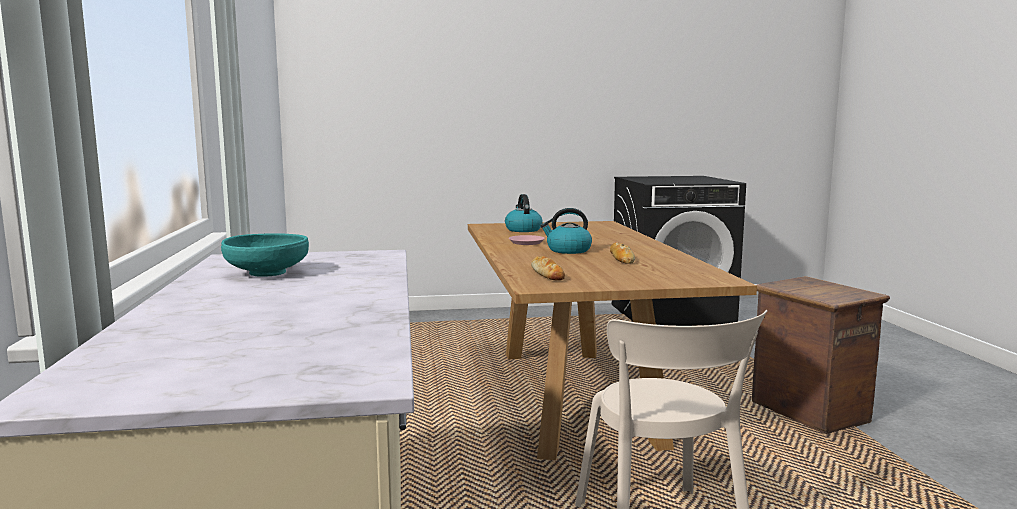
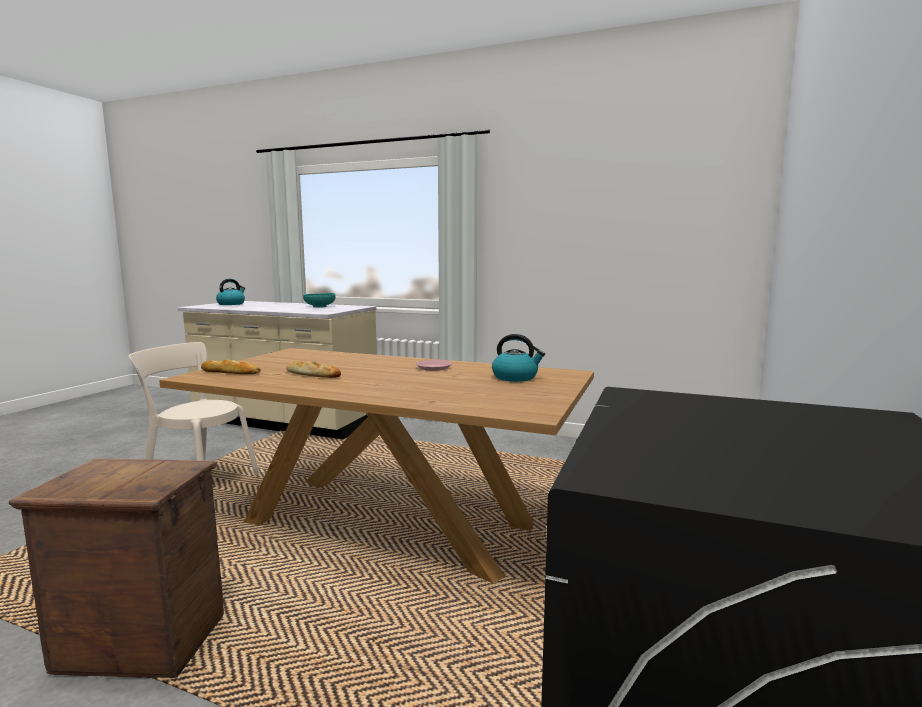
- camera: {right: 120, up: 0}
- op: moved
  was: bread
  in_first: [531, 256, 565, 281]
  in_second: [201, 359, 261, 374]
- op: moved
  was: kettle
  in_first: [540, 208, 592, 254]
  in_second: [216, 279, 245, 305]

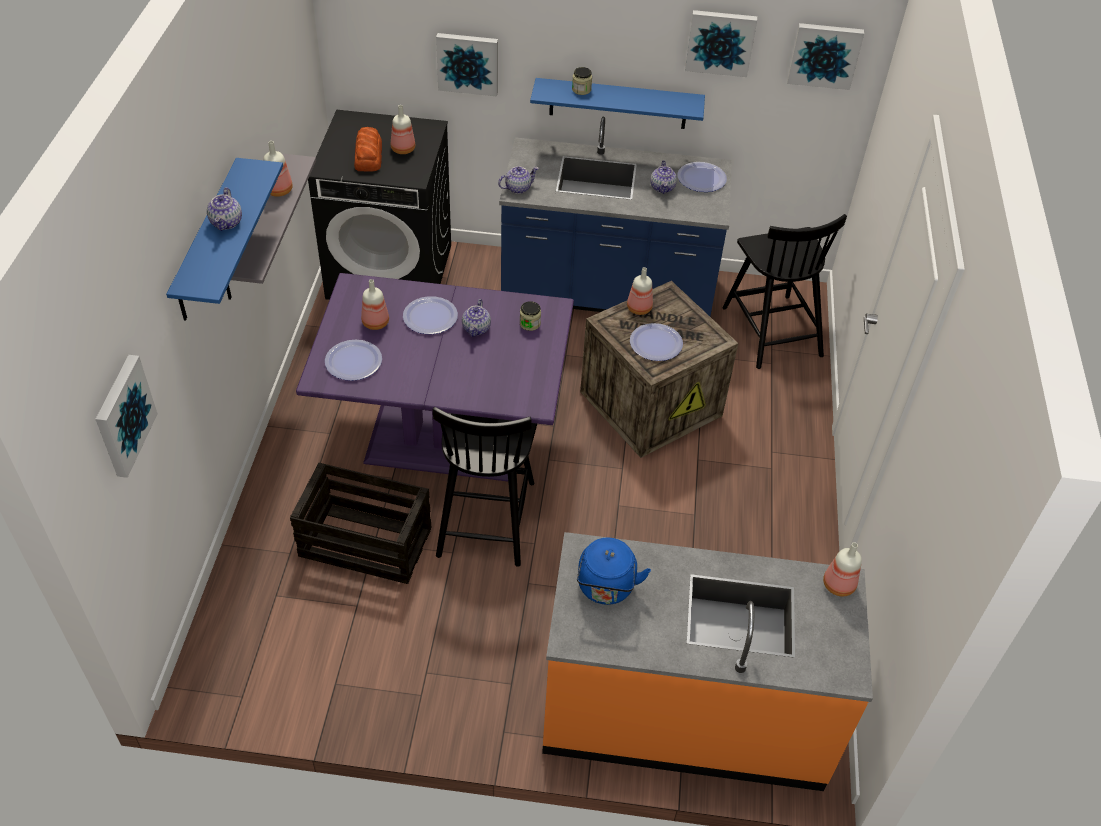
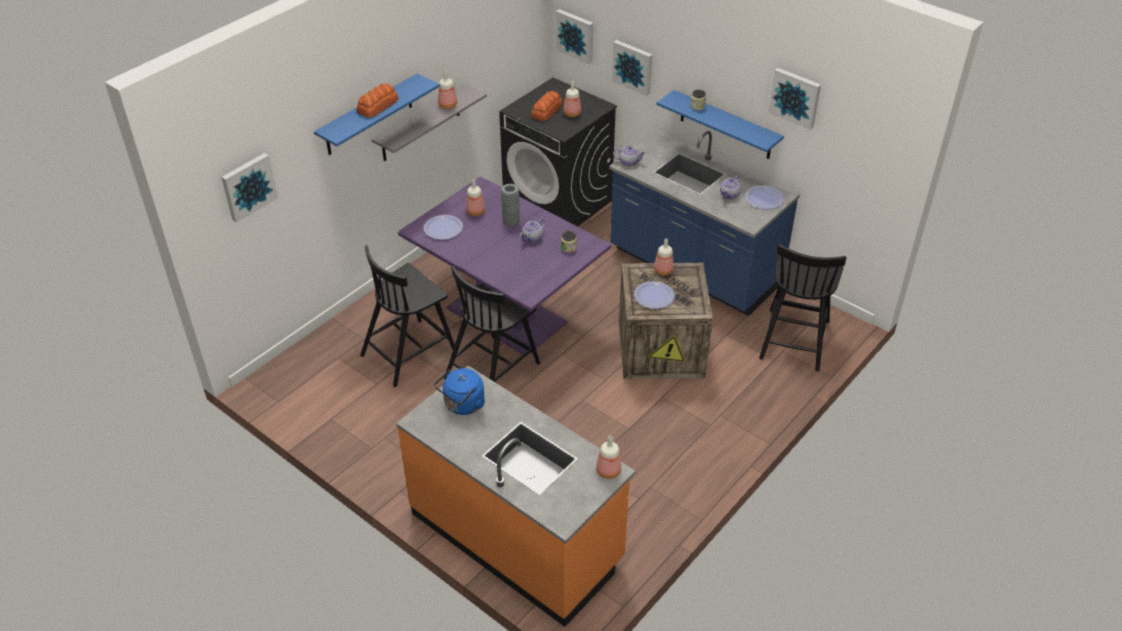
- camera: {right: 35, up: -5}
- op: replaced
  was: teapot
  now: bread
  in_first: [207, 188, 242, 231]
  in_second: [357, 83, 398, 117]
- op: replaced
  was: crate
  now: chair in black
  in_first: [290, 463, 431, 584]
  in_second: [360, 245, 455, 387]
- op: replaced
  was: plate
  now: vase in grey
  in_first: [403, 296, 458, 334]
  in_second: [501, 184, 520, 226]
- op: moved
  was: picture
  in_first: [787, 23, 864, 90]
  in_second: [556, 9, 593, 64]

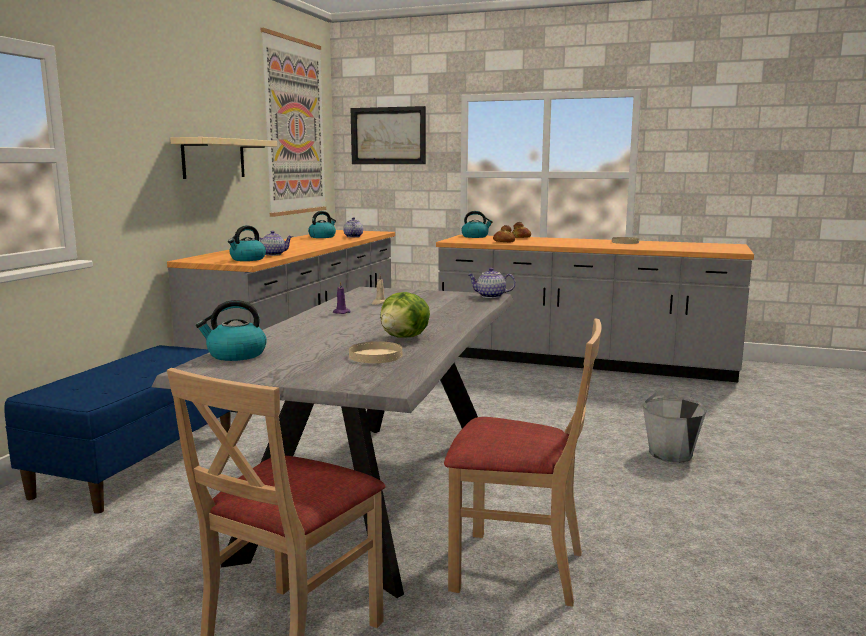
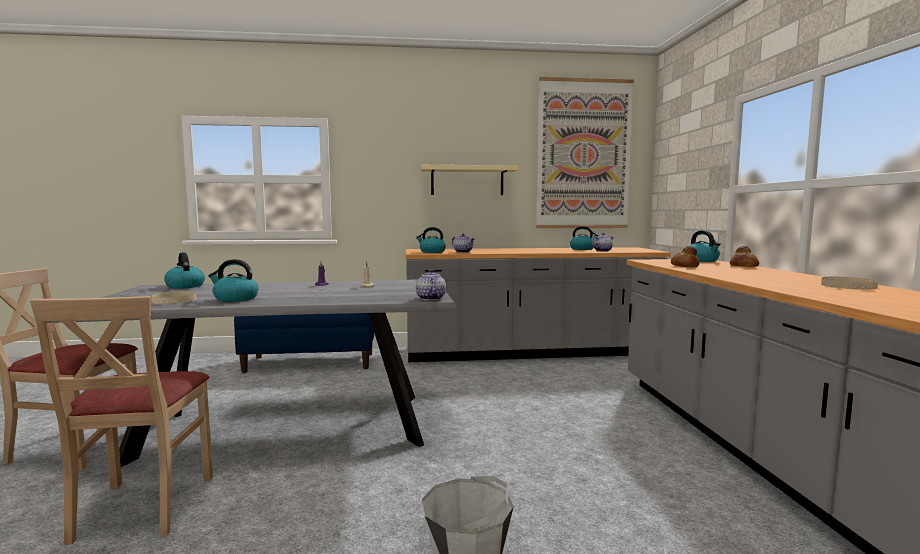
- camera: {right: 65, up: -5}
- op: removed
  was: picture
  in_first: [351, 106, 426, 164]
- op: replaced
  was: lettuce
  now: kettle
  in_first: [380, 292, 430, 338]
  in_second: [208, 259, 259, 302]

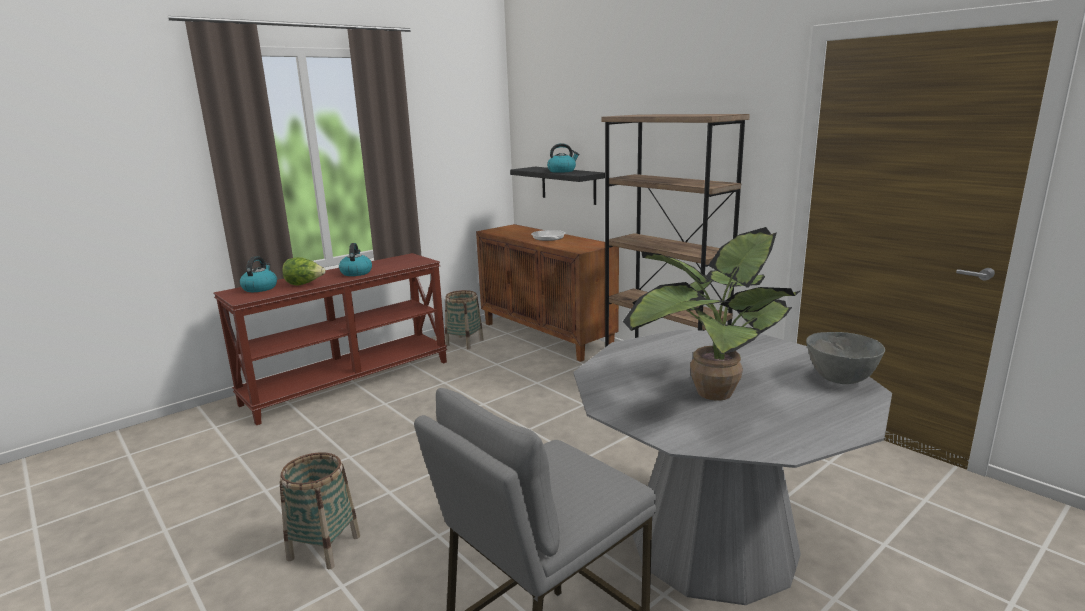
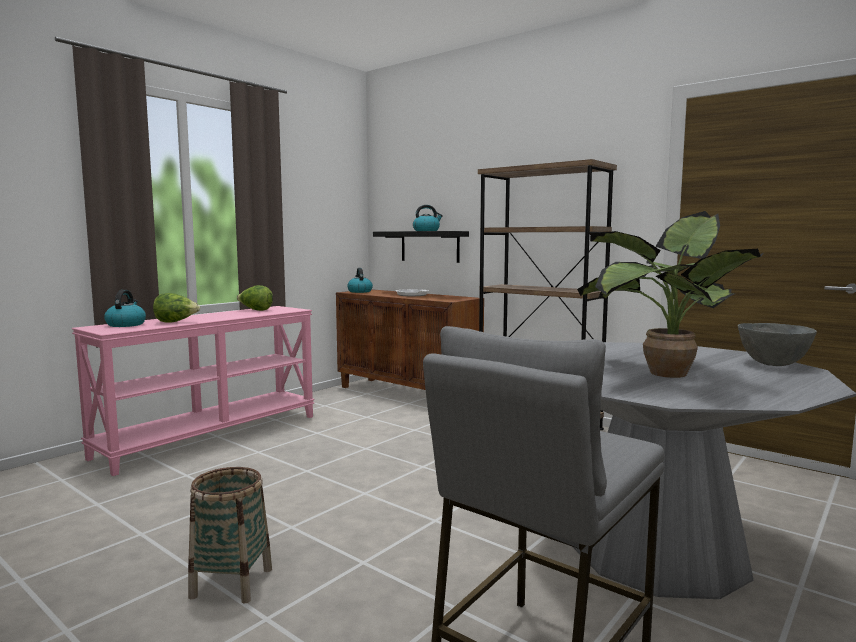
- camera: {right: -10, up: -10}
- op: recoloured
  was: console table in brown
  now: console table in pink
  in_first: [213, 253, 447, 425]
  in_second: [72, 306, 314, 476]
- op: moved
  was: kettle
  in_first: [339, 243, 372, 276]
  in_second: [347, 268, 373, 293]
- op: removed
  was: basket
  in_first: [445, 290, 484, 349]
- op: added
  now: lettuce
  in_second: [237, 285, 273, 311]

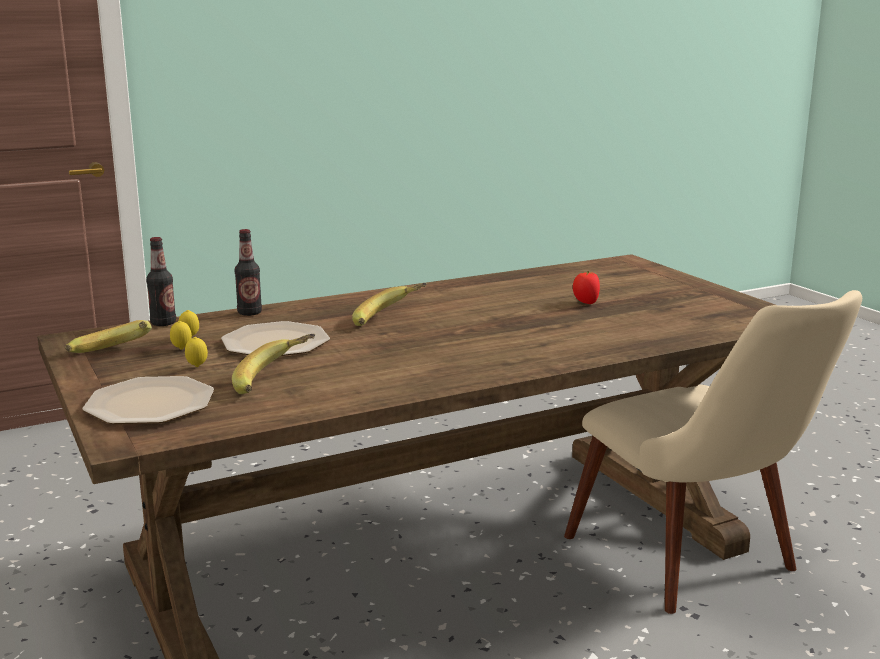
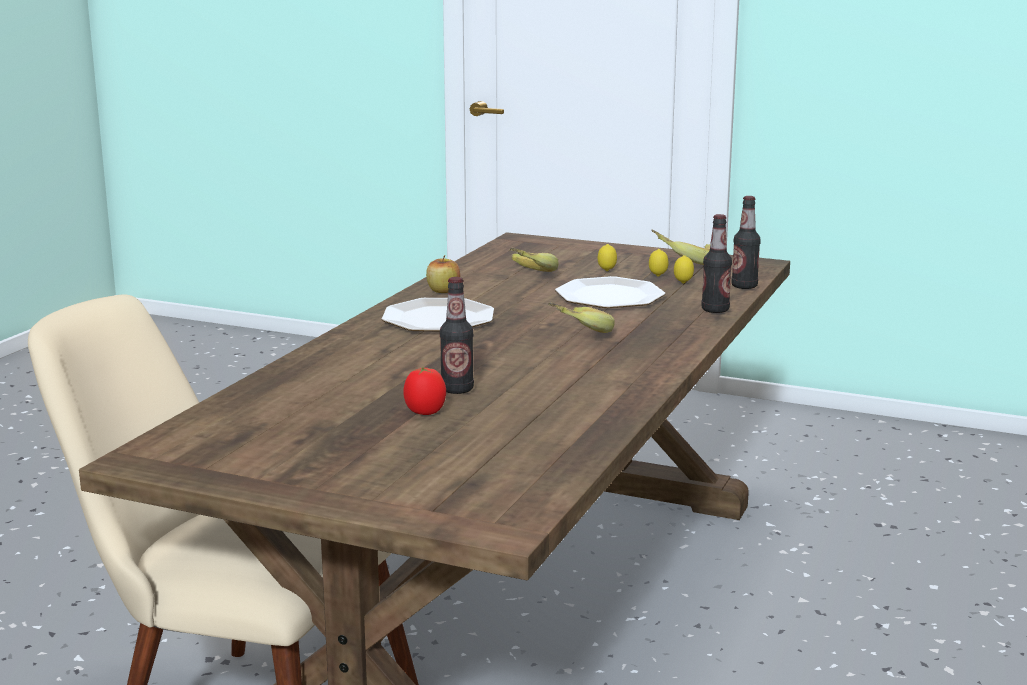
- camera: {right: 140, up: 0}
- op: moved
  was: plate
  in_first: [82, 376, 214, 424]
  in_second: [382, 298, 494, 331]
- op: added
  now: apple
  in_second: [426, 255, 460, 293]
- op: added
  now: bottle
  in_second: [440, 277, 474, 394]

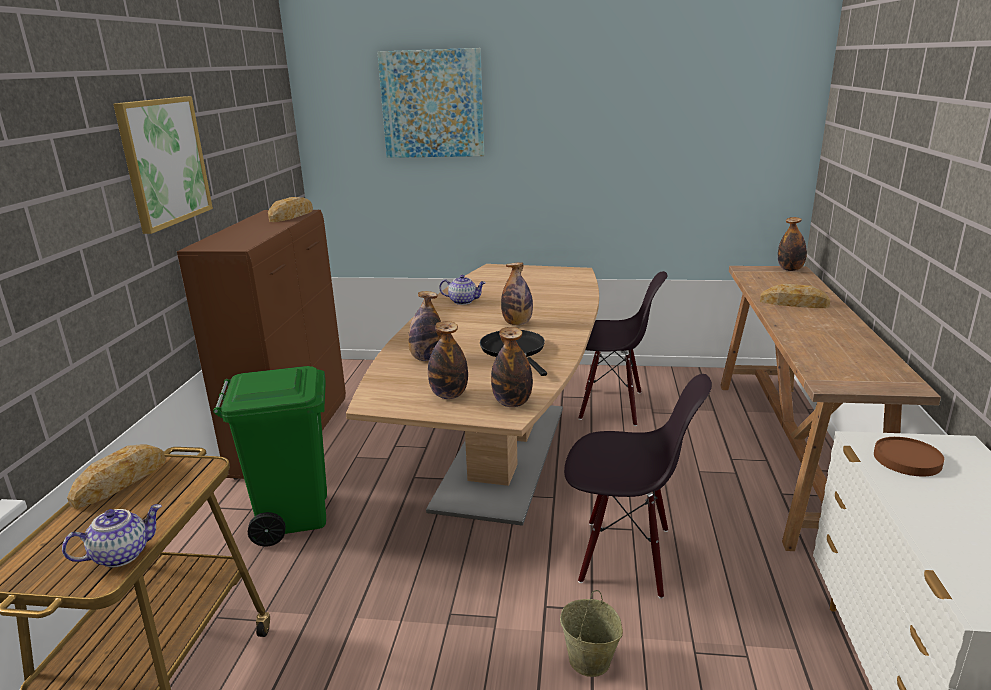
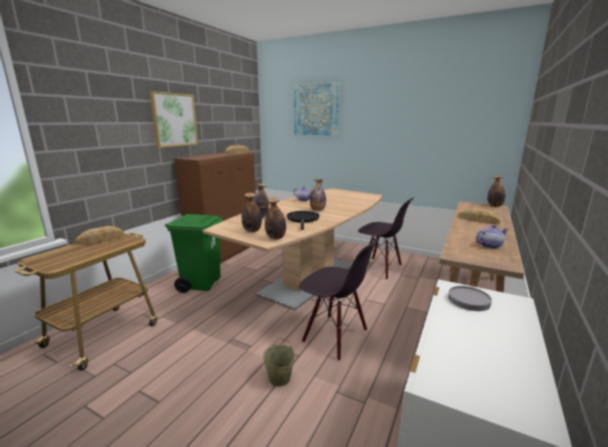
- camera: {right: 20, up: -5}
- op: moved
  was: teapot
  in_first: [62, 504, 162, 567]
  in_second: [476, 225, 508, 249]
- op: recoloured
  was: plate in brown
  now: plate in grey
  in_first: [874, 437, 944, 477]
  in_second: [448, 286, 492, 311]

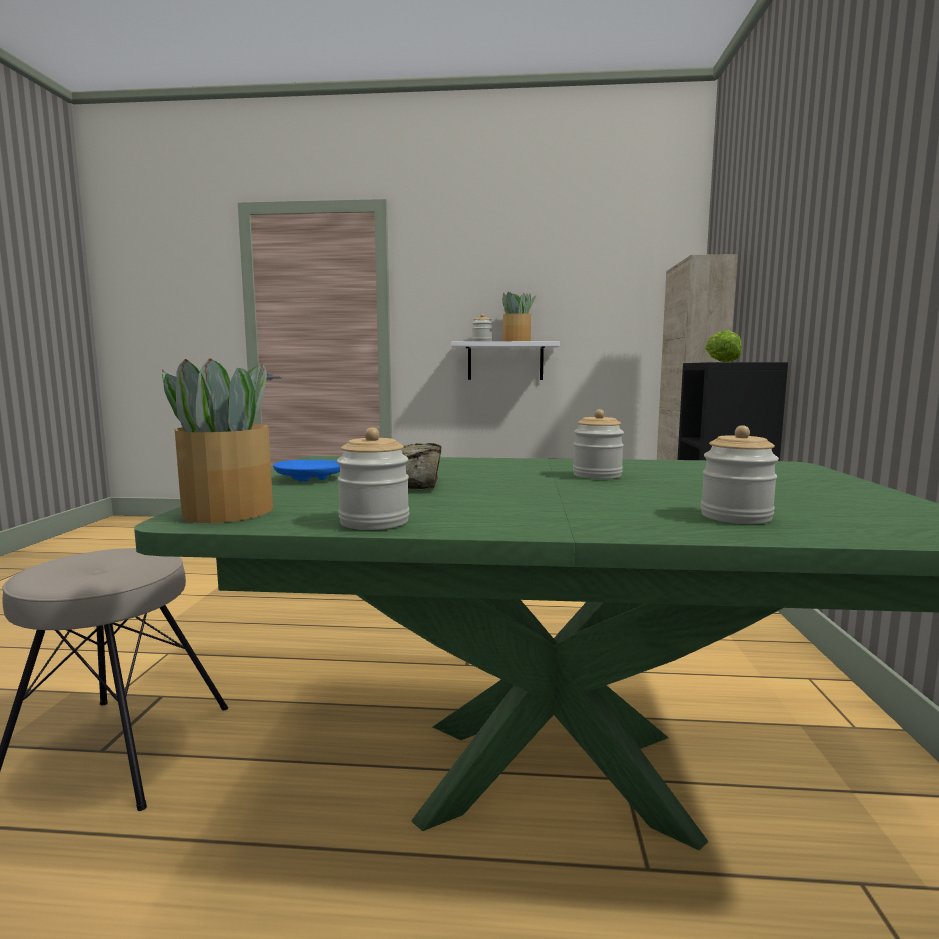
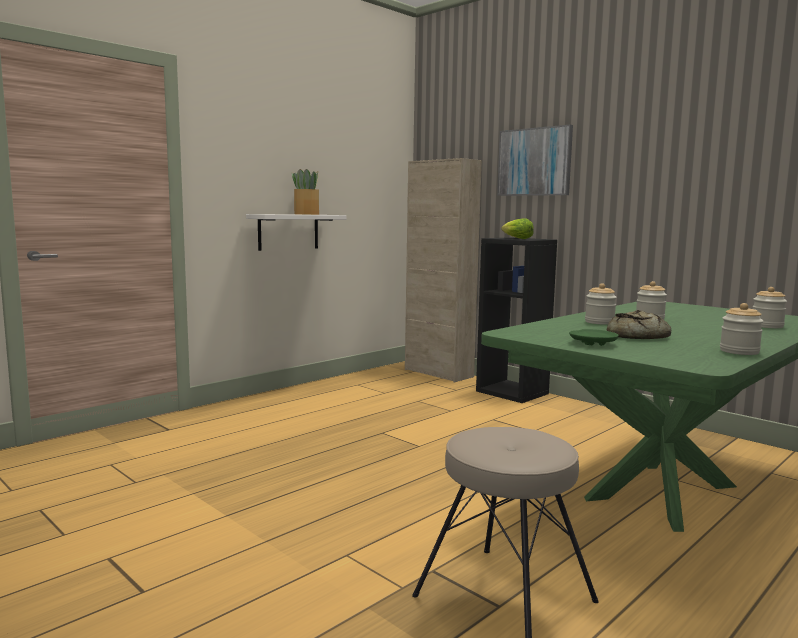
- camera: {right: -50, up: 0}
- op: removed
  was: potted plant
  in_first: [162, 358, 273, 523]
- op: recoloured
  was: plate in blue
  now: plate in green
  in_first: [273, 460, 340, 482]
  in_second: [569, 329, 619, 346]
- op: moved
  was: jar
  in_first: [472, 314, 492, 342]
  in_second: [585, 283, 617, 325]
- op: added
  now: picture
  in_second: [497, 125, 573, 196]

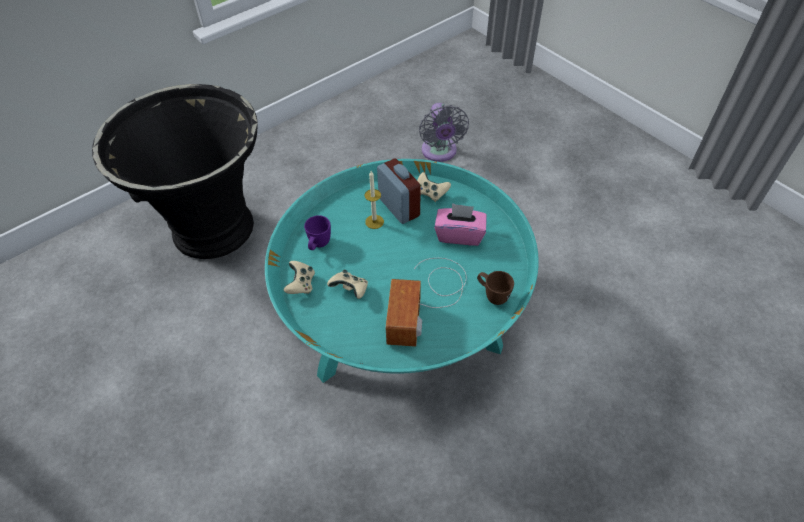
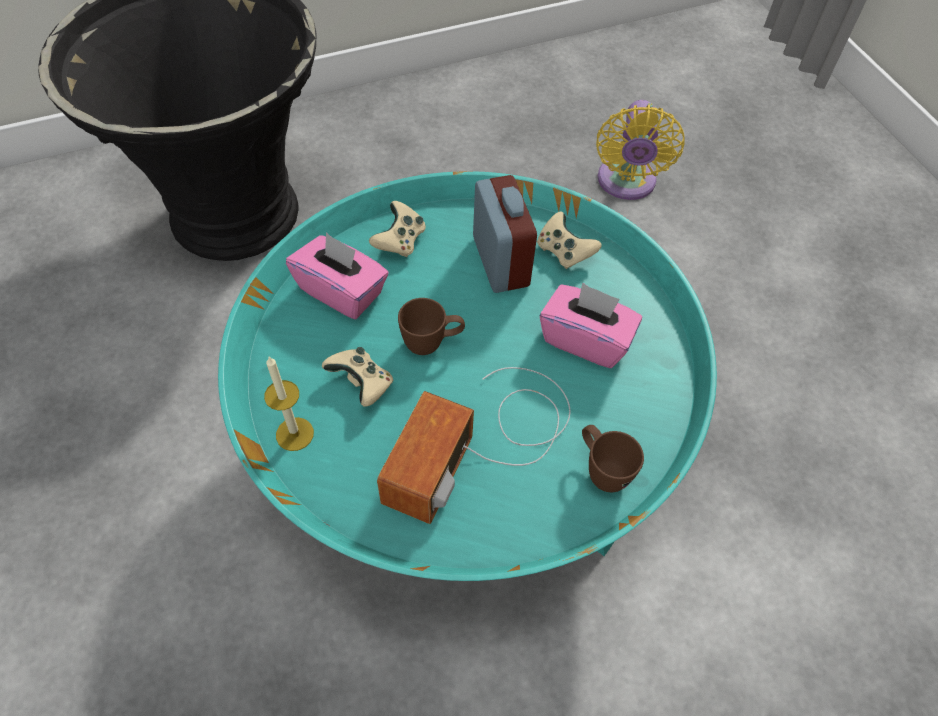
- camera: {right: 15, up: 5}
- op: moved
  was: game controller in beige
  in_first: [284, 261, 315, 294]
  in_second: [369, 201, 426, 257]
- op: replaced
  was: mug in purple
  now: tissue box in pink
  in_first: [304, 215, 331, 250]
  in_second: [286, 232, 389, 320]
- op: moved
  was: candle
  in_first: [365, 171, 384, 229]
  in_second: [264, 357, 314, 451]
- op: recoloured
  was: fan in grey
  now: fan in yellow
  in_first: [419, 103, 469, 162]
  in_second: [596, 100, 685, 200]
- op: added
  now: mug in brown
  in_second: [398, 298, 465, 355]

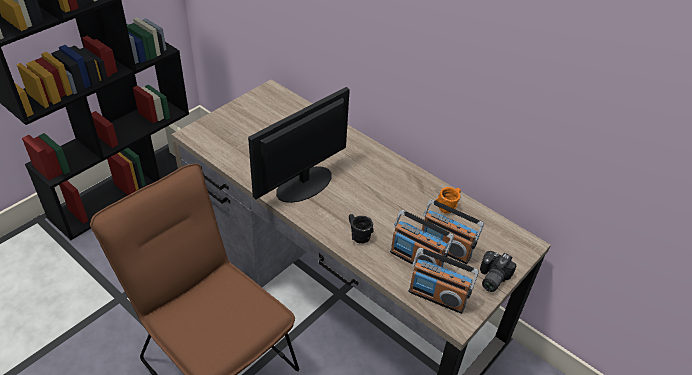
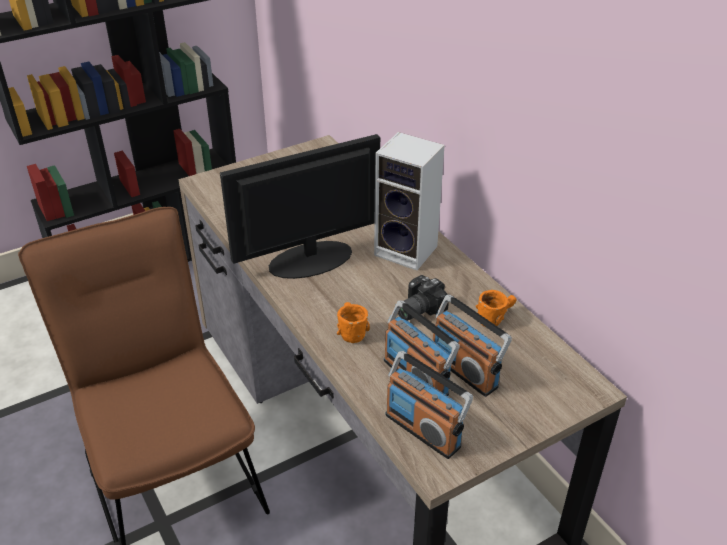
- camera: {right: 20, up: -5}
- op: recoloured
  was: mug in black
  now: mug in orange
  in_first: [349, 214, 374, 244]
  in_second: [337, 302, 370, 343]
- op: moved
  was: photo camera
  in_first: [480, 251, 517, 292]
  in_second: [398, 275, 449, 321]
- op: added
  now: speaker
  in_second: [374, 132, 445, 271]

